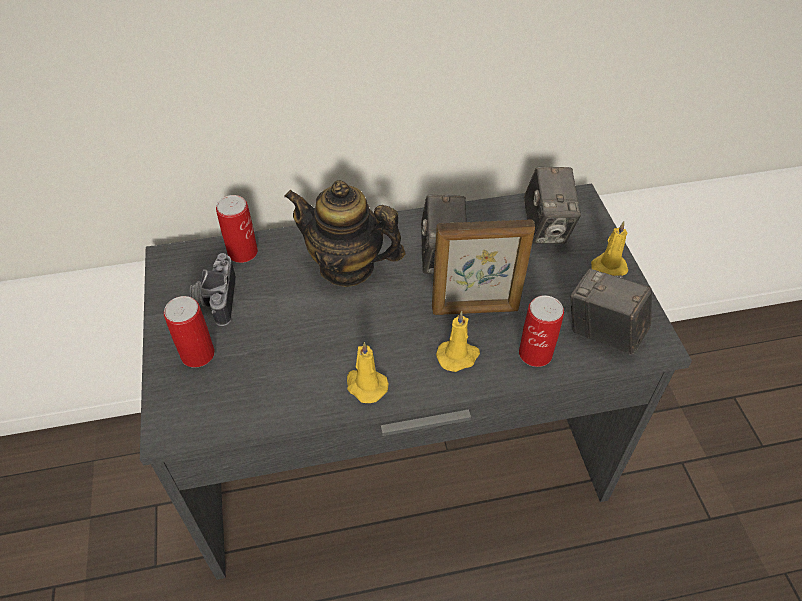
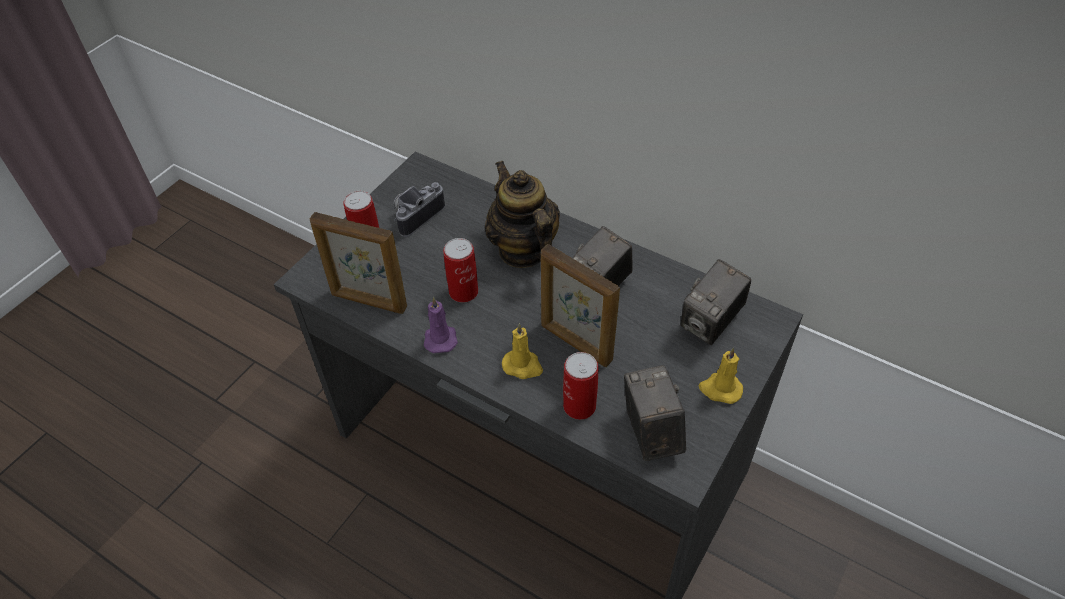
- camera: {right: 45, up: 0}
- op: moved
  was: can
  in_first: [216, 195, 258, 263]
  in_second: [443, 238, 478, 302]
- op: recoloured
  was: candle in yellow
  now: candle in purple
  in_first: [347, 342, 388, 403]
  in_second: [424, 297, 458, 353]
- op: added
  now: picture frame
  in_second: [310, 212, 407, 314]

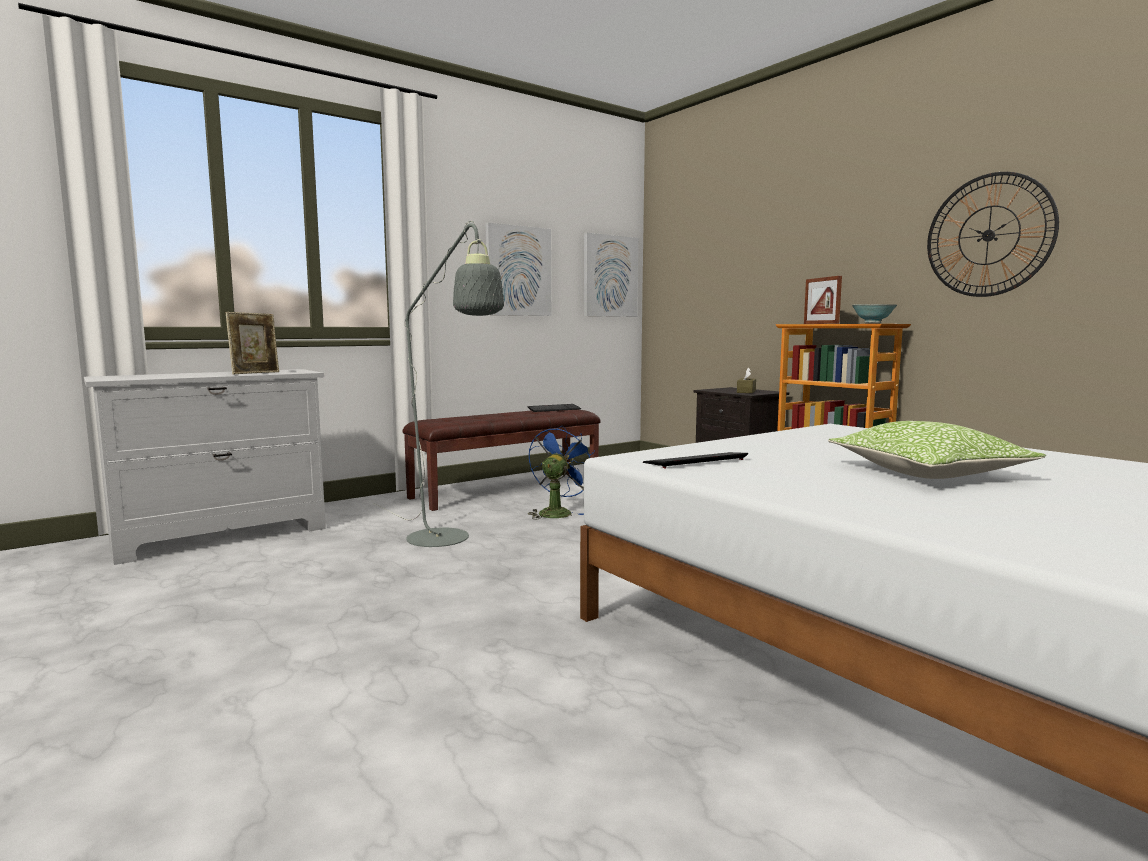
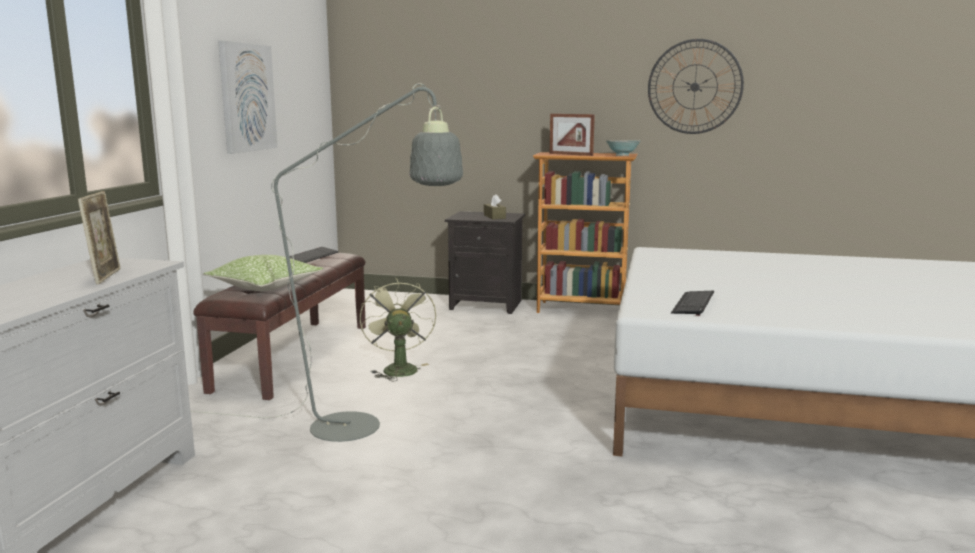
- camera: {right: -40, up: 5}
- op: recoloured
  was: fan in blue
  now: fan in green
  in_first: [529, 426, 595, 520]
  in_second: [360, 278, 436, 382]
- op: removed
  was: picture
  in_first: [584, 233, 638, 317]
- op: moved
  was: pillow
  in_first: [828, 421, 1046, 479]
  in_second: [203, 255, 324, 291]

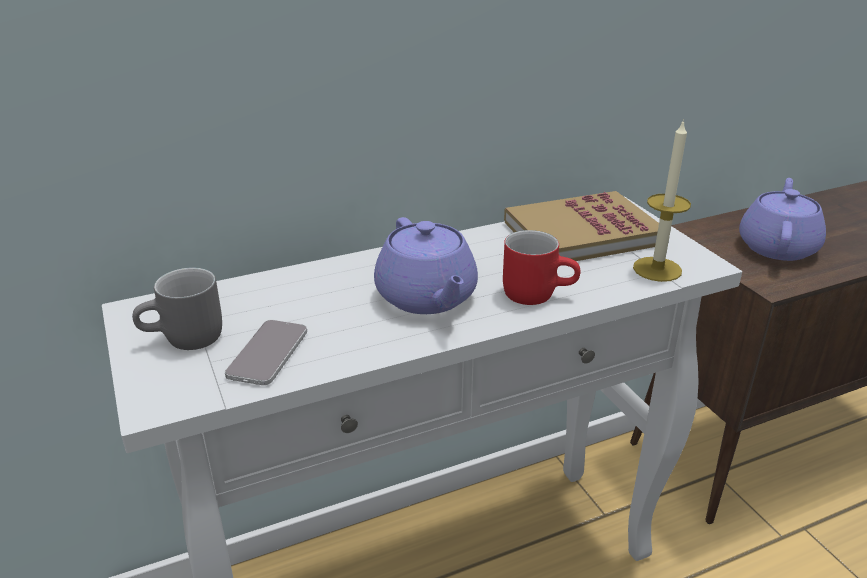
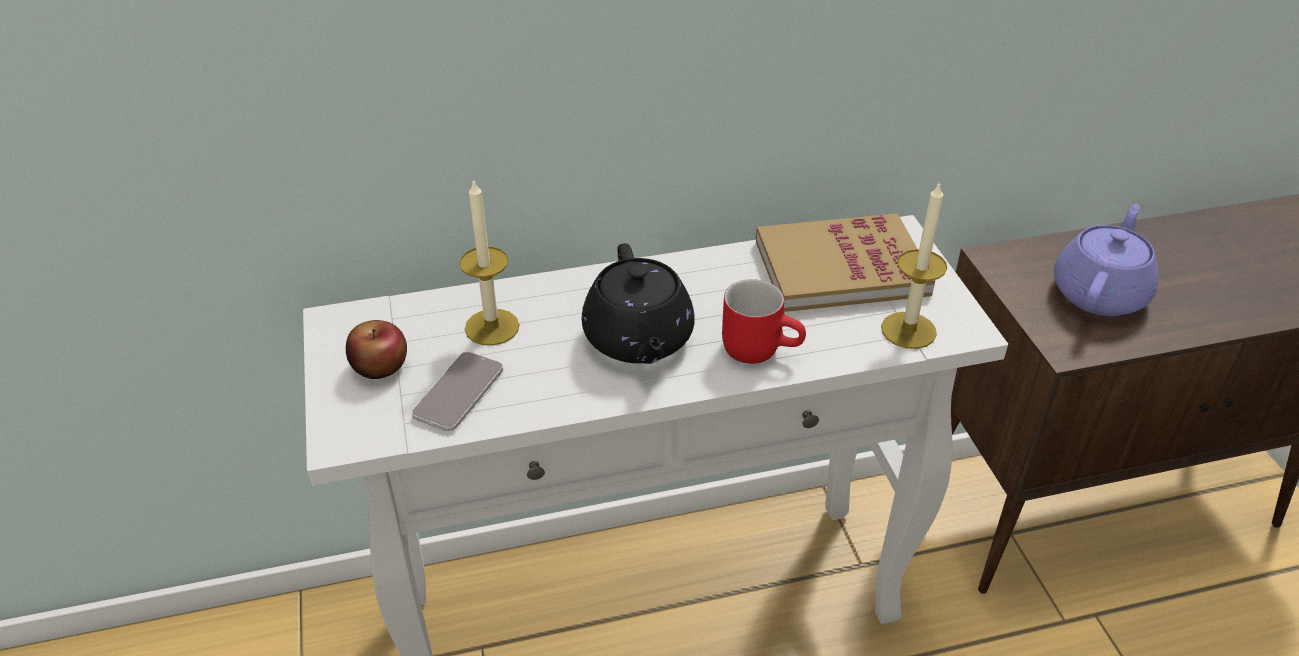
- camera: {right: 10, up: 10}
- op: replaced
  was: mug in grey
  now: apple
  in_first: [132, 267, 222, 350]
  in_second: [346, 320, 407, 379]
- op: recoloured
  was: teapot in purple
  now: teapot in black
  in_first: [374, 217, 478, 314]
  in_second: [582, 243, 695, 364]
- op: added
  now: candle
  in_second: [459, 178, 520, 346]

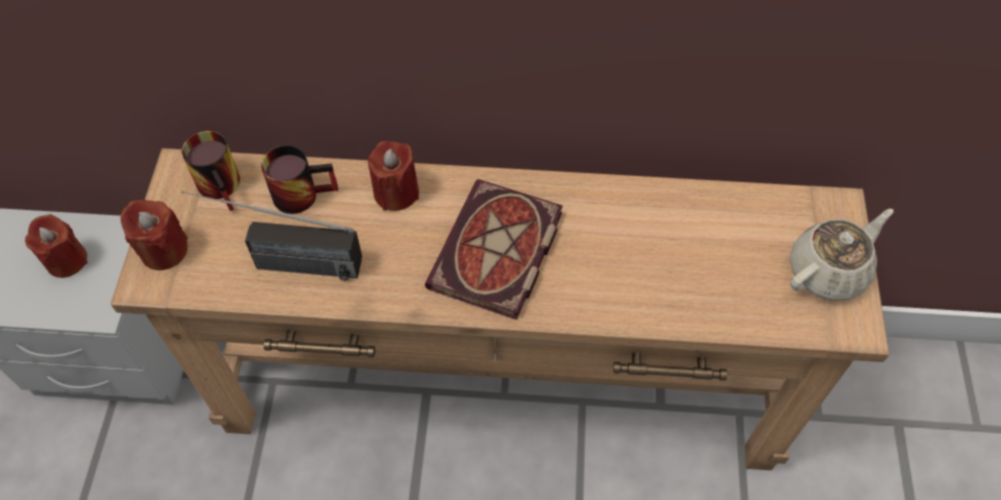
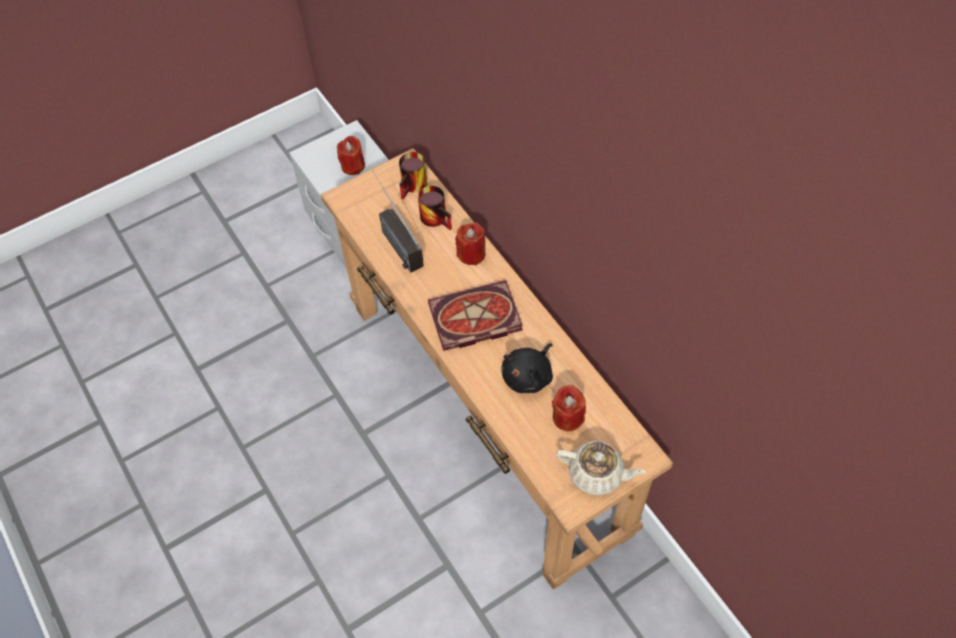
- camera: {right: 55, up: 0}
- op: moved
  was: candle in red
  in_first: [120, 200, 188, 270]
  in_second: [552, 385, 586, 431]
- op: added
  now: plush toy in black
  in_second: [501, 343, 553, 393]

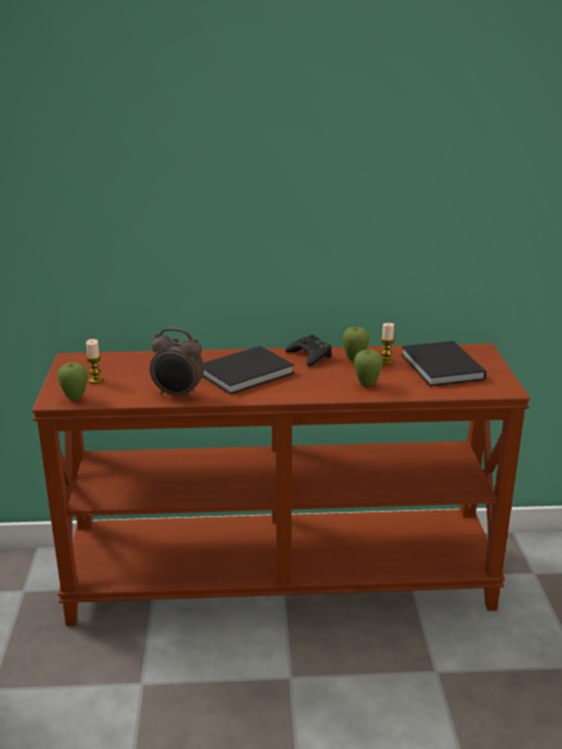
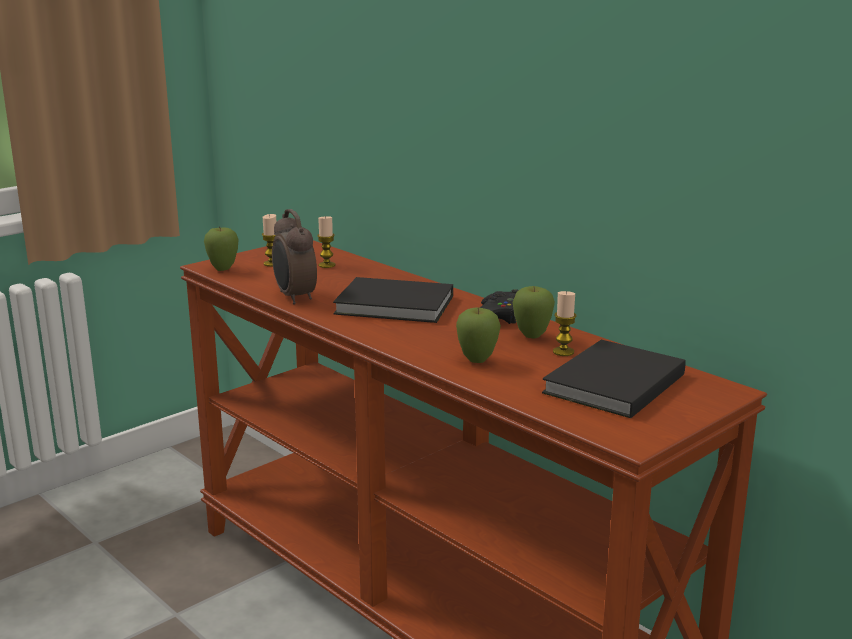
- camera: {right: 50, up: -5}
- op: added
  now: candle
  in_second: [317, 216, 335, 268]

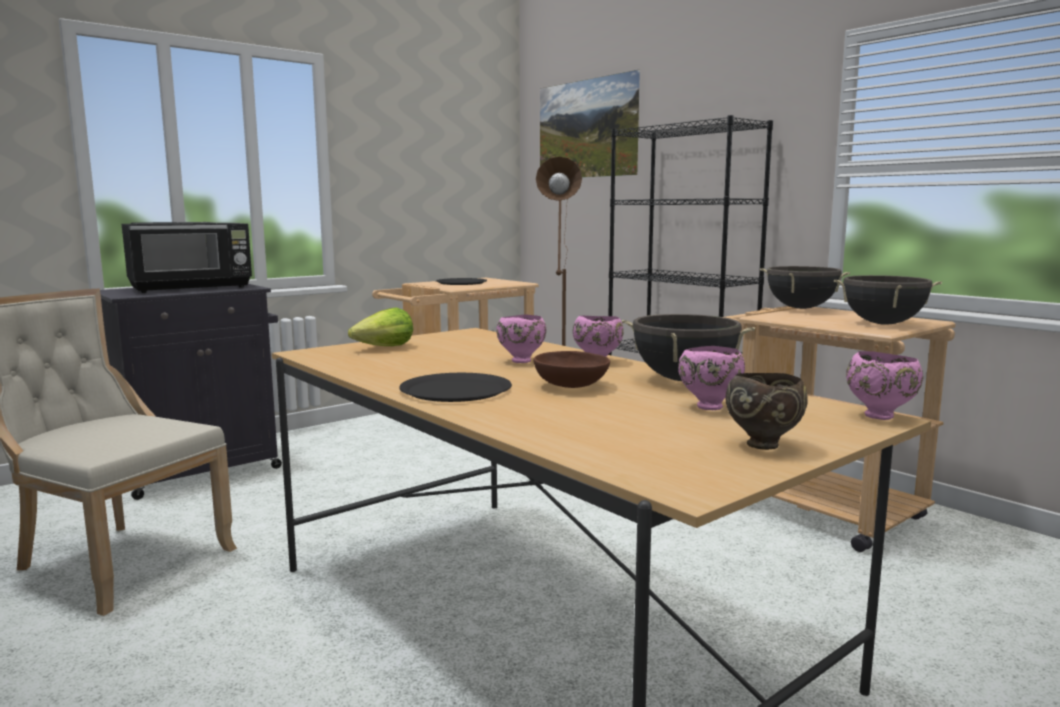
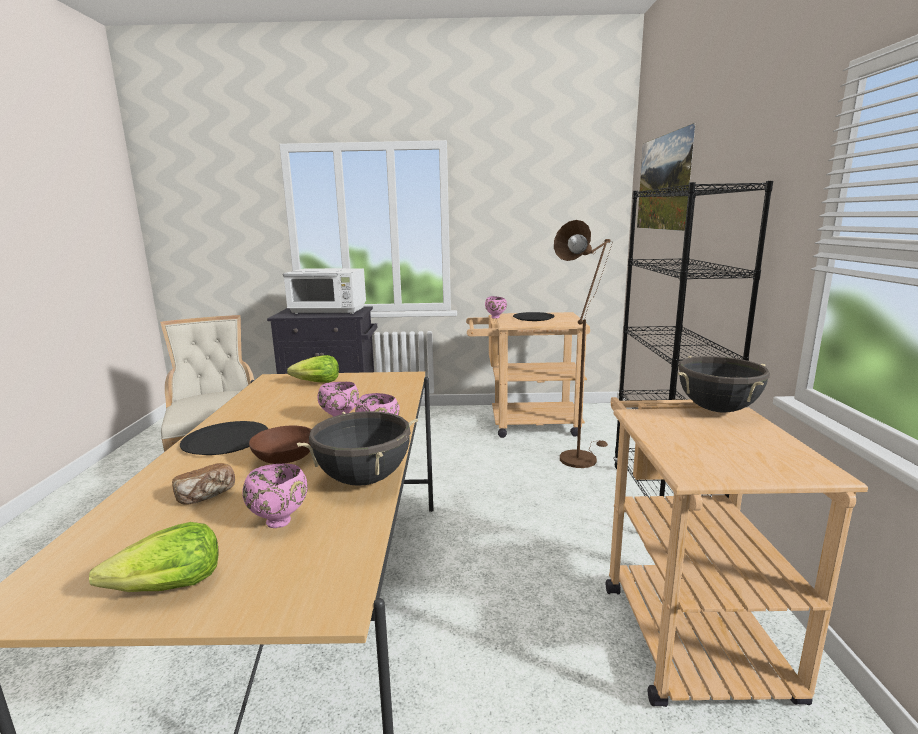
- camera: {right: 40, up: 5}
- op: recoloured
  was: microwave in black
  now: microwave in white
  in_first: [122, 222, 252, 293]
  in_second: [283, 268, 366, 314]
- op: replaced
  was: bowl in brown
  now: lettuce
  in_first: [725, 373, 808, 450]
  in_second: [89, 522, 219, 592]
- op: removed
  was: cooking pot in black
  in_first: [834, 275, 942, 325]
- op: moved
  was: bowl in pink
  in_first: [846, 351, 923, 420]
  in_second: [485, 296, 507, 319]
- op: added
  now: bread
  in_second: [172, 463, 235, 504]

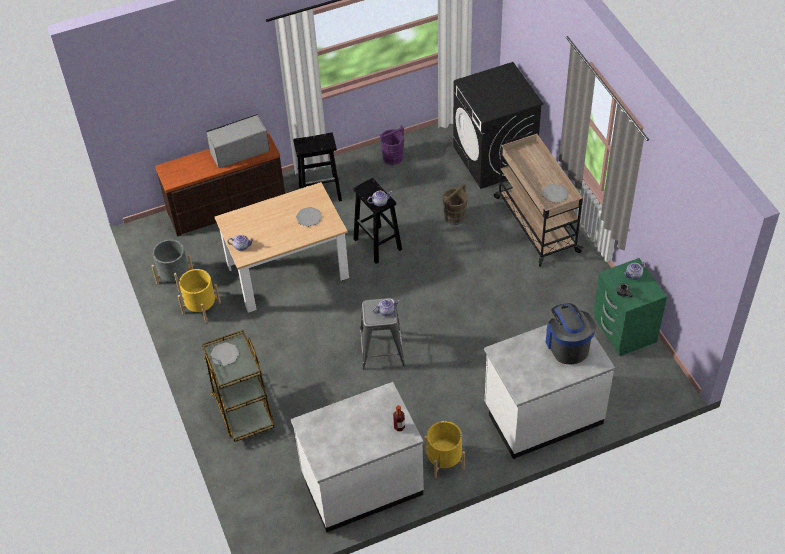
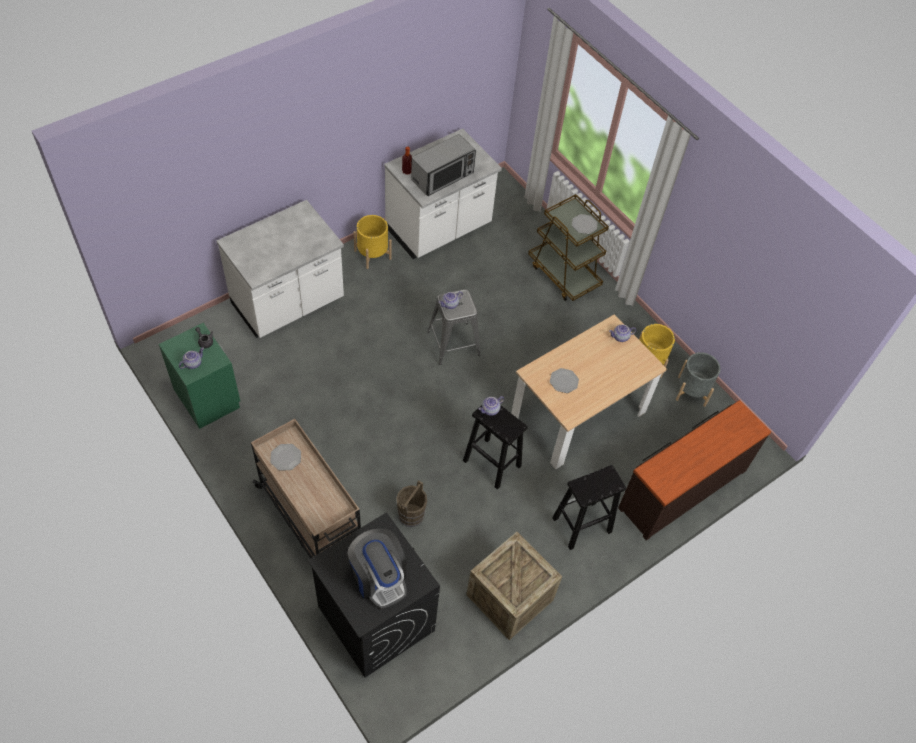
- camera: {right: 160, up: 5}
- op: moved
  was: microwave
  in_first: [206, 114, 270, 168]
  in_second: [411, 134, 476, 196]
- op: replaced
  was: bucket in purple
  now: crate
  in_first: [380, 125, 404, 165]
  in_second: [466, 532, 562, 640]
- op: moved
  was: coffee machine
  in_first: [546, 303, 596, 365]
  in_second: [348, 529, 407, 609]

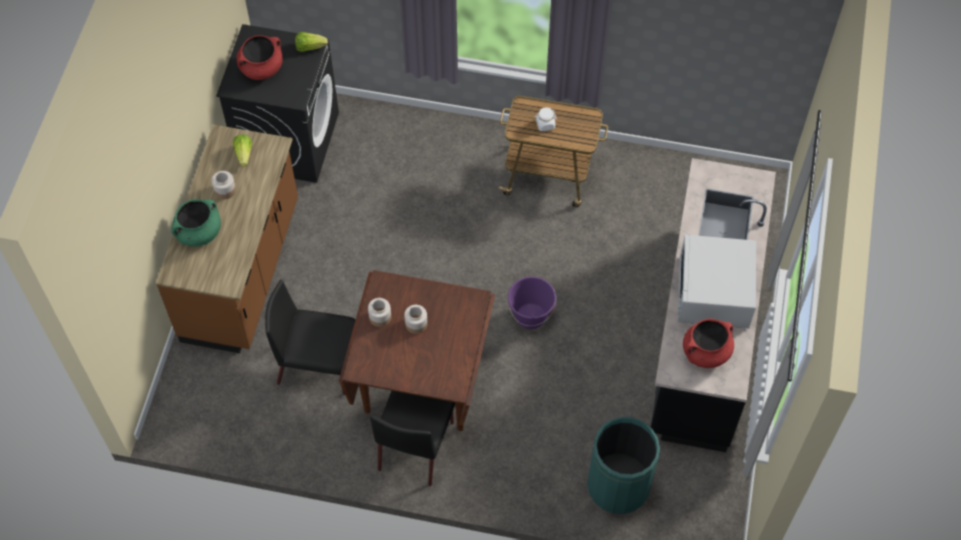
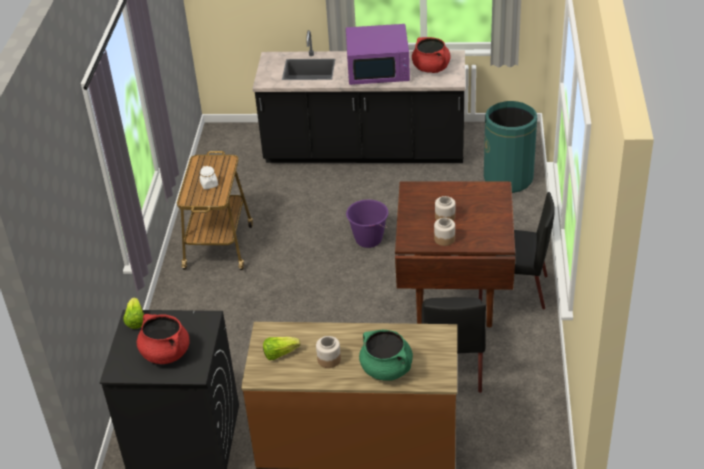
- camera: {right: -95, up: -20}
- op: recoloured
  was: microwave in white
  now: microwave in purple
  in_first: [678, 235, 756, 328]
  in_second: [346, 24, 410, 85]

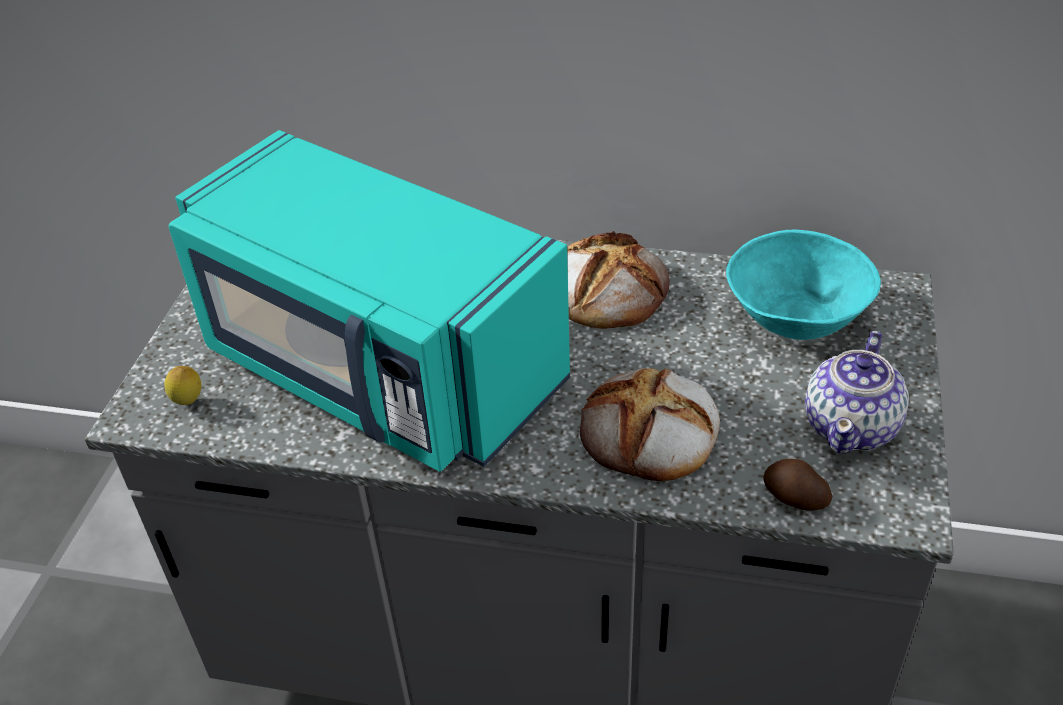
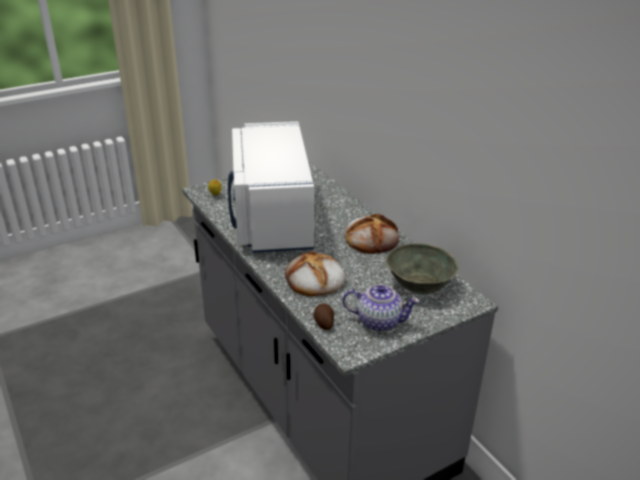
- camera: {right: 45, up: -10}
- op: recoloured
  was: microwave in turquoise
  now: microwave in white
  in_first: [169, 130, 570, 471]
  in_second: [228, 122, 314, 253]
- op: recoloured
  was: bowl in turquoise
  now: bowl in grey
  in_first: [726, 230, 881, 340]
  in_second: [386, 243, 459, 295]
- op: turned
  was: teapot
  in_first: [805, 331, 909, 453]
  in_second: [343, 284, 420, 331]
  clockwise: -150

